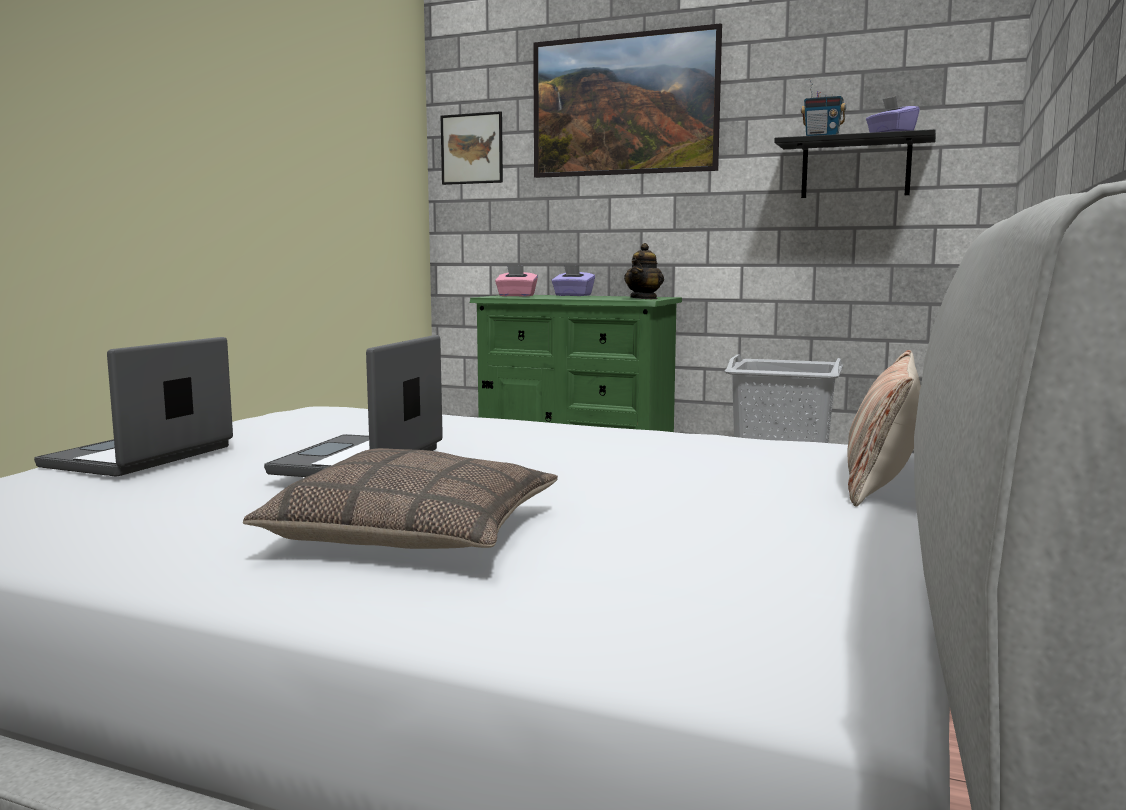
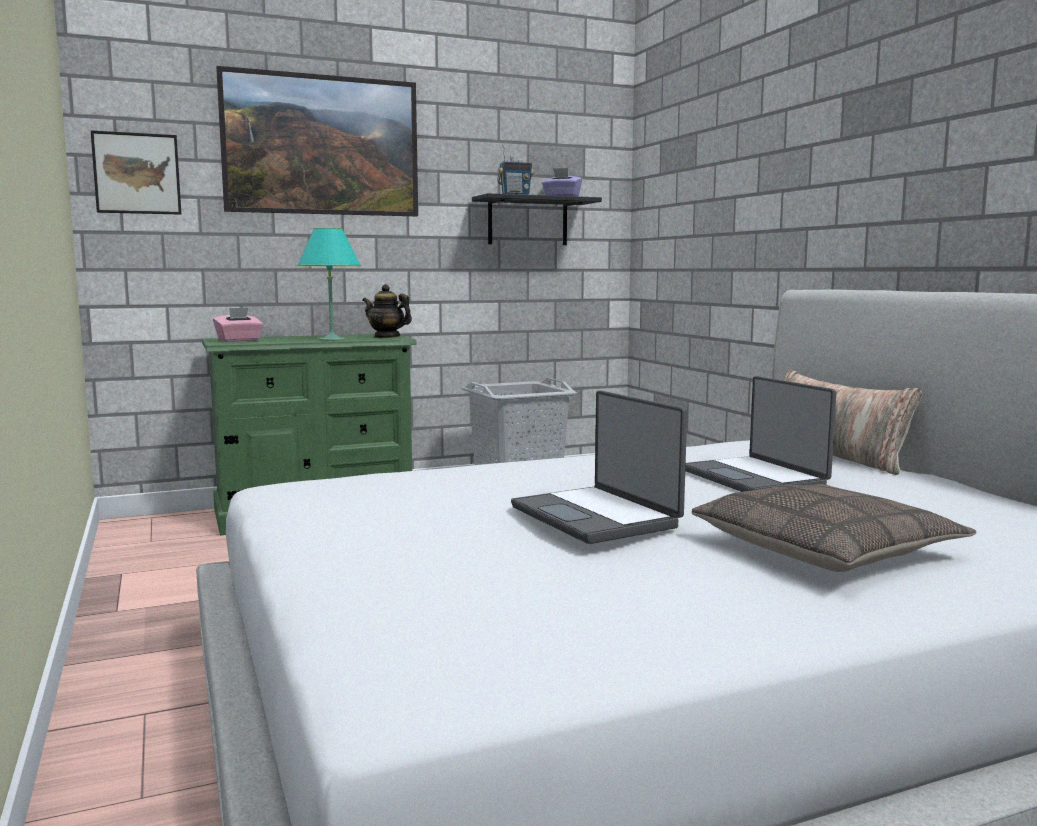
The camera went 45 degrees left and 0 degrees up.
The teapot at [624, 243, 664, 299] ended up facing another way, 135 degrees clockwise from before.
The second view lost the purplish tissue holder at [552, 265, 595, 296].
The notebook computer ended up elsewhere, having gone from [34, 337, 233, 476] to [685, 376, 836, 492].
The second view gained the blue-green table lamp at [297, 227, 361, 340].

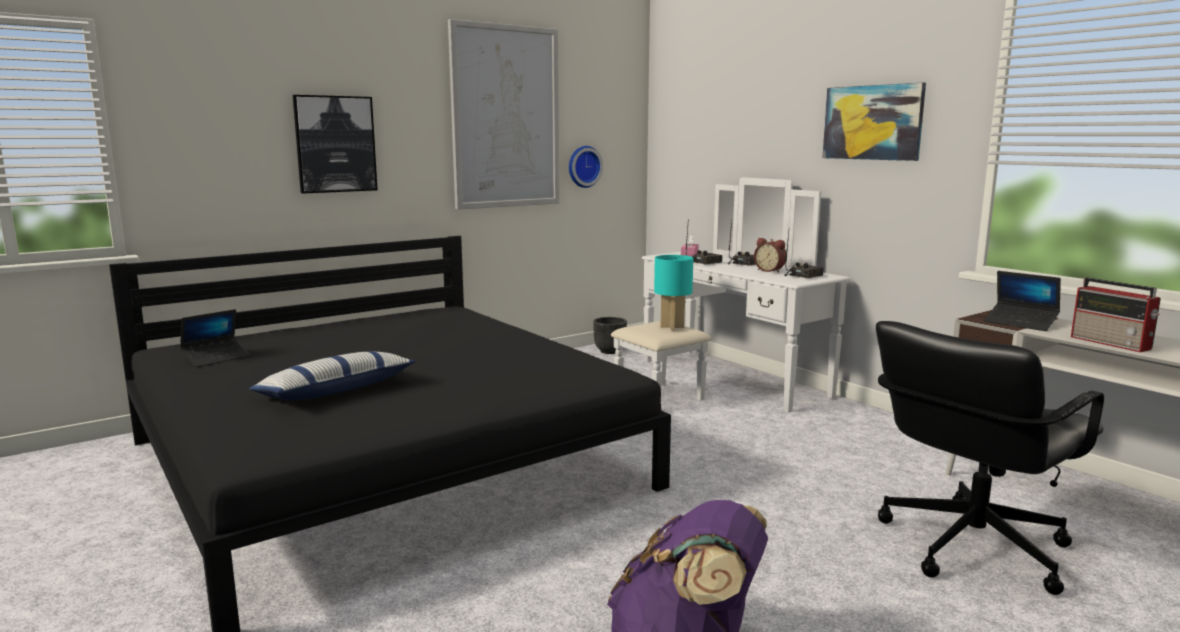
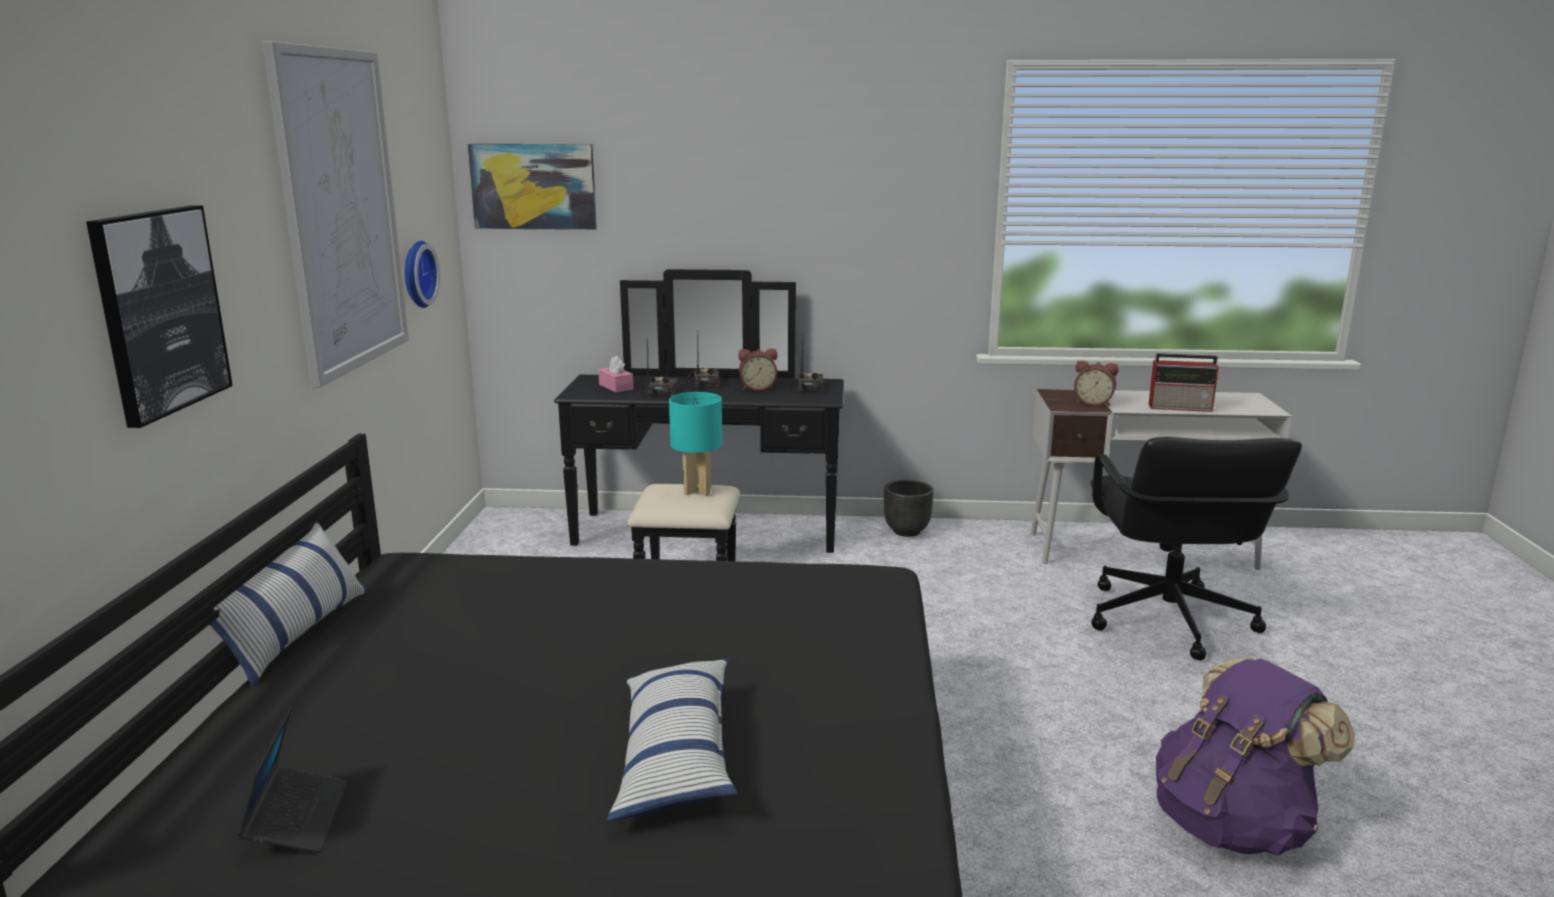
The camera went 50 degrees left and 5 degrees up.
The wall picture ended up elsewhere, having gone from [823, 82, 926, 161] to [468, 144, 597, 230].
What was the whitish chest of drawers at [611, 177, 850, 413] turned into the black chest of drawers at [554, 269, 844, 561].
Where the notebook computer stood at [984, 271, 1061, 331], the table clock came to stand at [1074, 361, 1118, 406].
The black flower pot ended up elsewhere, having gone from [593, 317, 627, 354] to [884, 480, 934, 537].
The second view gained the cushion at [209, 521, 368, 687].

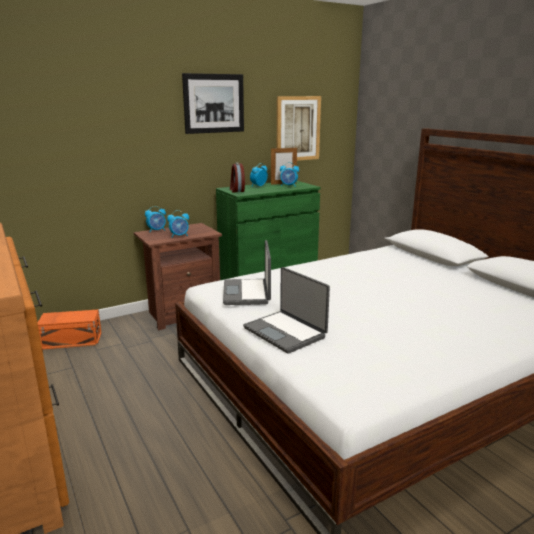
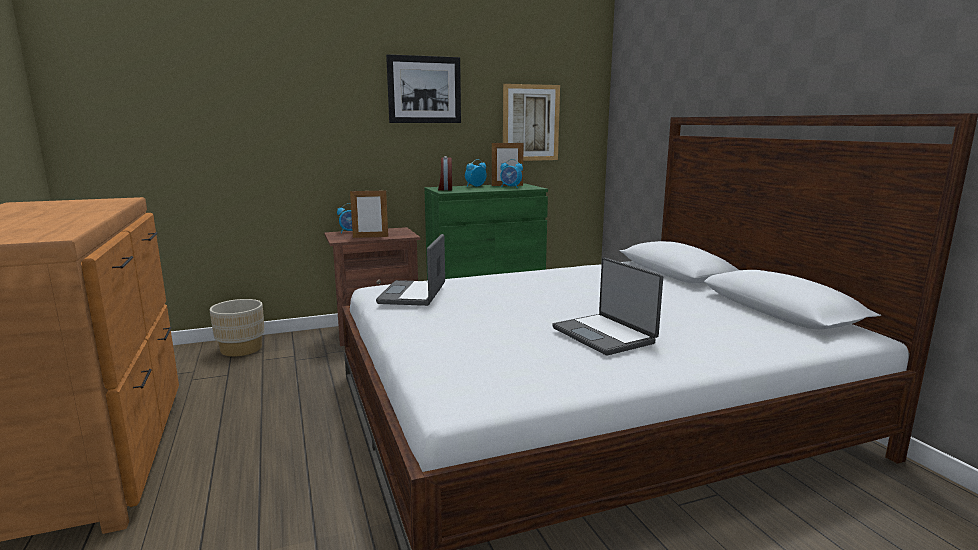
The camera went 10 degrees right and 5 degrees down.
Where the table clock stood at [167, 210, 189, 238], the picture frame came to stand at [350, 189, 388, 238].
The notebook computer ended up elsewhere, having gone from [243, 267, 330, 354] to [552, 258, 663, 355].
Where the orangey storage bin stood at [37, 309, 101, 349], the beige flower pot came to stand at [210, 299, 264, 357].

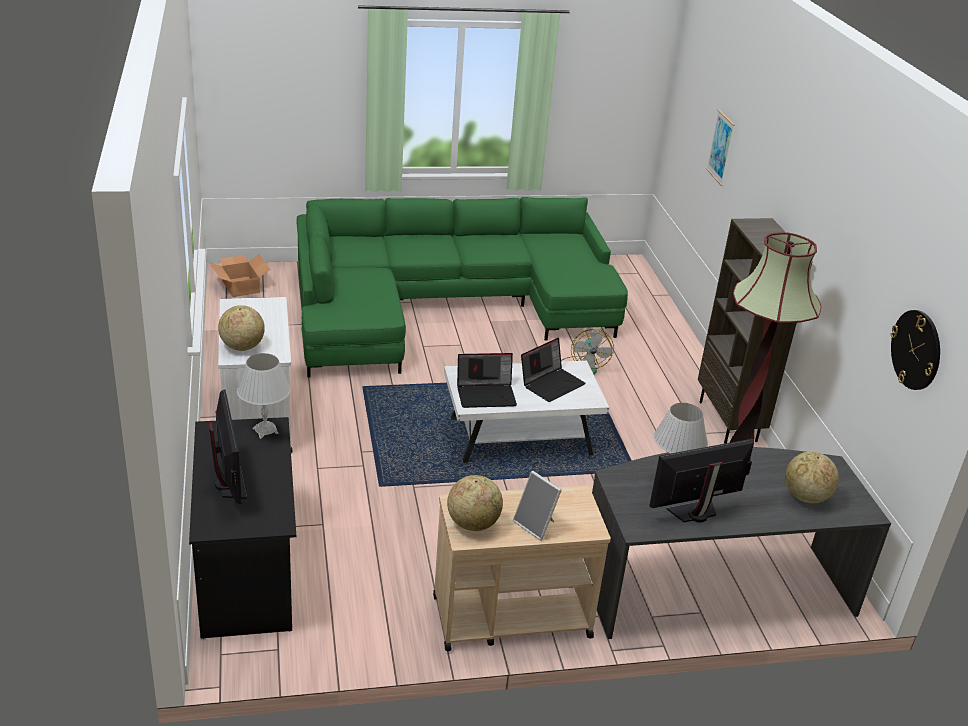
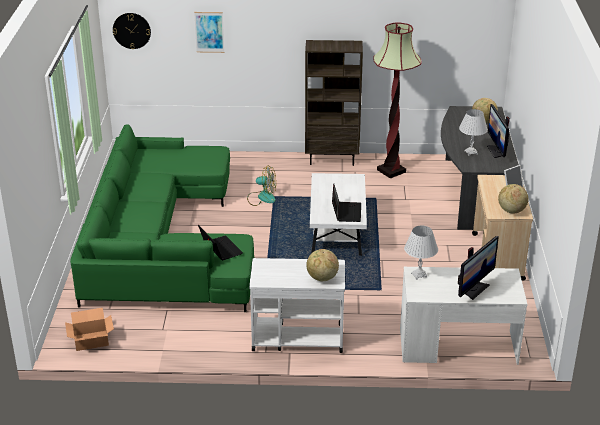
The camera went 75 degrees left and 0 degrees up.
The wall clock ended up elsewhere, having gone from [891, 310, 940, 390] to [113, 13, 151, 49].
The notebook computer ended up elsewhere, having gone from [521, 338, 586, 402] to [198, 225, 243, 261].
The computer screen at [208, 389, 247, 504] ended up facing another way, 135 degrees clockwise from before.
What was the black desk at [189, 417, 296, 639] turned into the whitish desk at [400, 267, 528, 365].

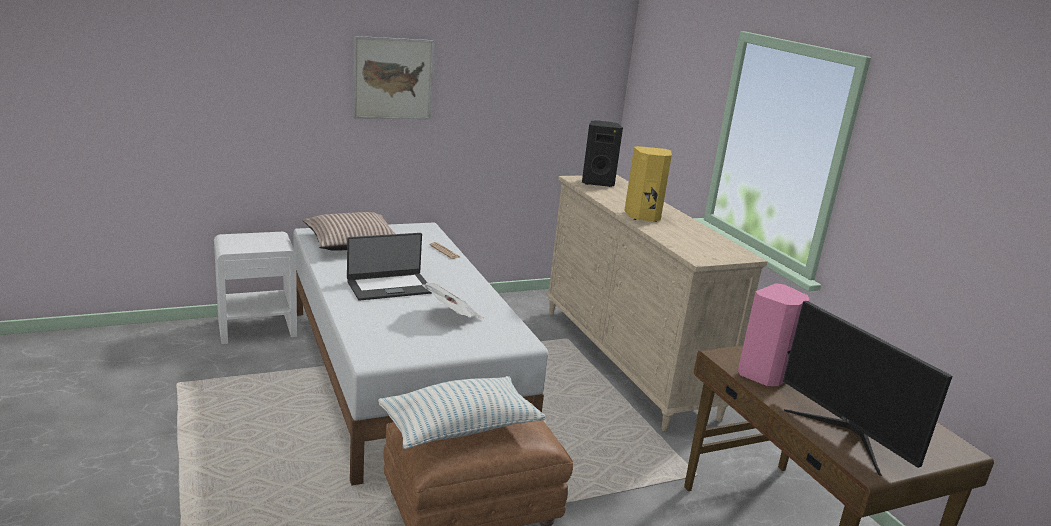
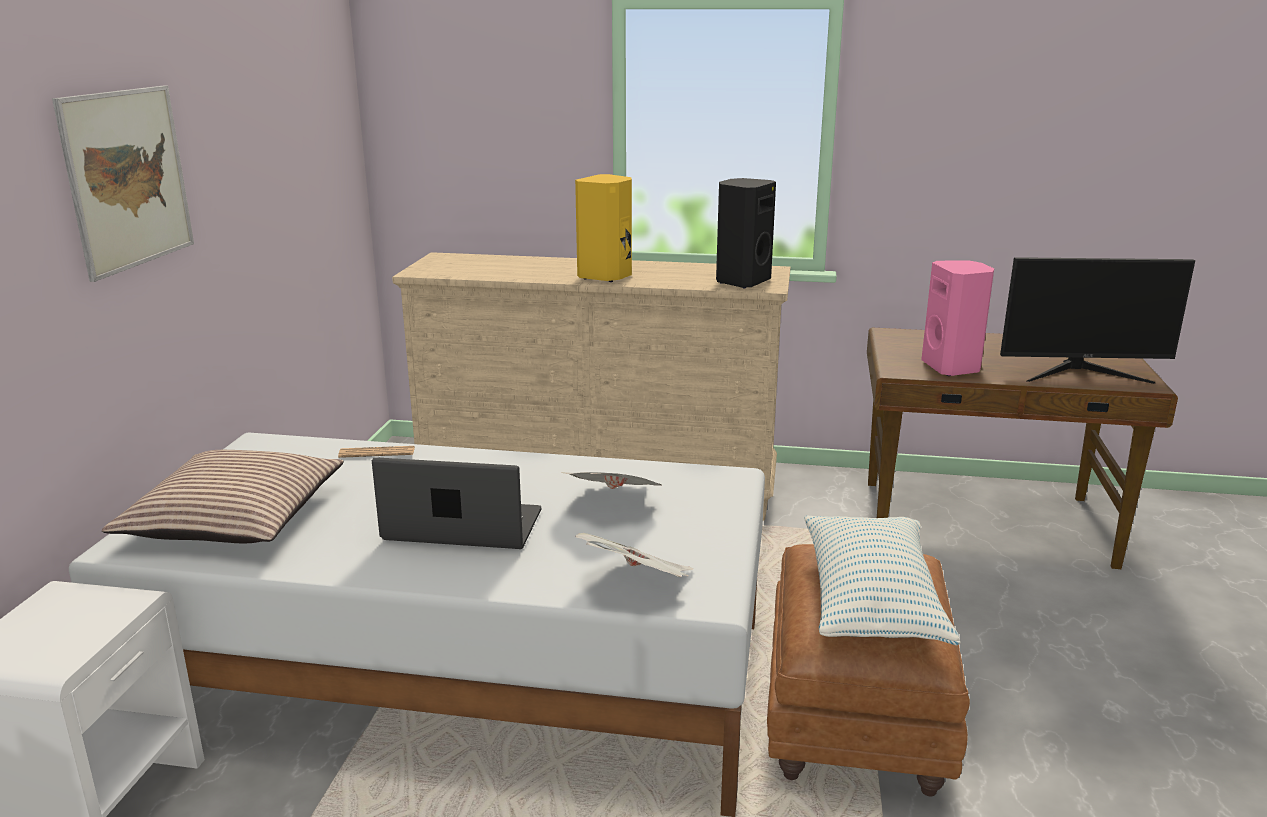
The camera went 55 degrees left and 0 degrees up.
The black speaker ended up elsewhere, having gone from [582, 120, 623, 187] to [716, 178, 776, 288].
The notebook computer at [347, 233, 432, 301] ended up facing another way, 90 degrees counterclockwise from before.
The second view gained the newspaper at [576, 533, 693, 578].

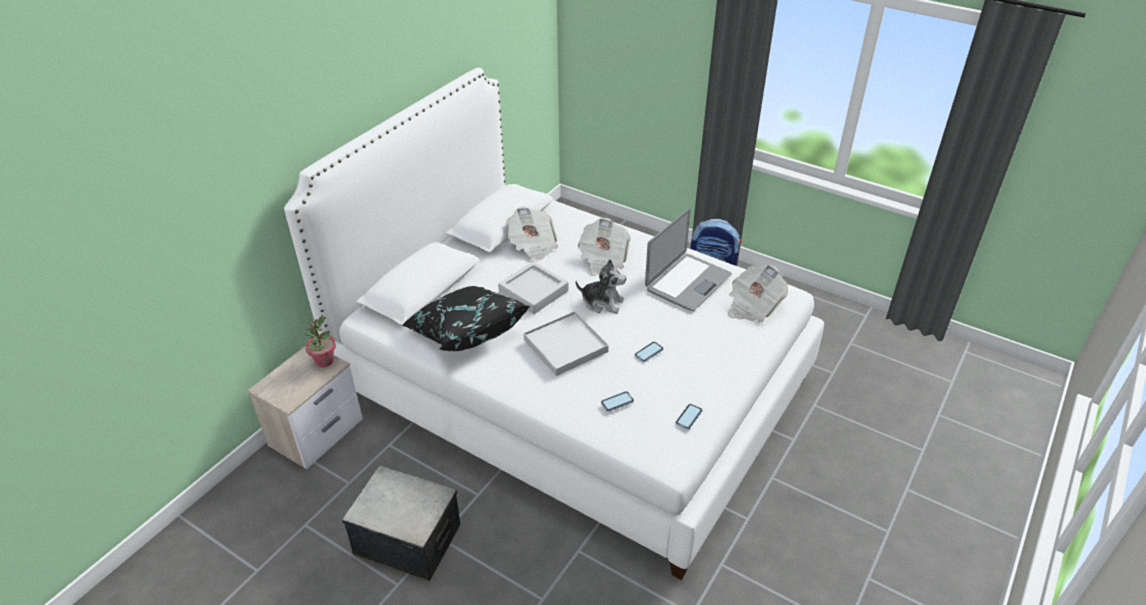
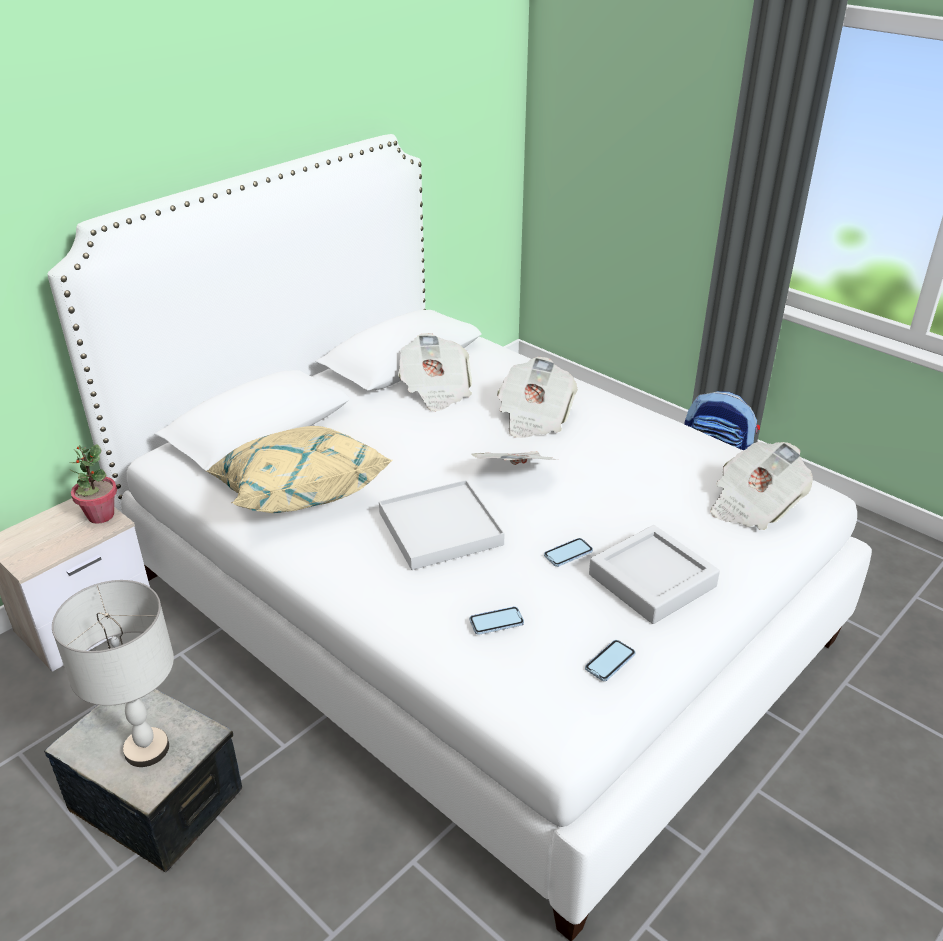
The camera went 10 degrees right and 5 degrees down.
The second view lost the notebook computer at [645, 209, 732, 311].
Where the cuddly toy stood at [576, 259, 626, 314], the newspaper came to stand at [471, 451, 557, 465].
The grey serving tray ended up elsewhere, having gone from [498, 261, 569, 314] to [589, 525, 720, 624].
What was the black cushion at [402, 286, 531, 351] turned into the beige cushion at [206, 426, 393, 513].
The second view gained the grey table lamp at [52, 580, 174, 767].

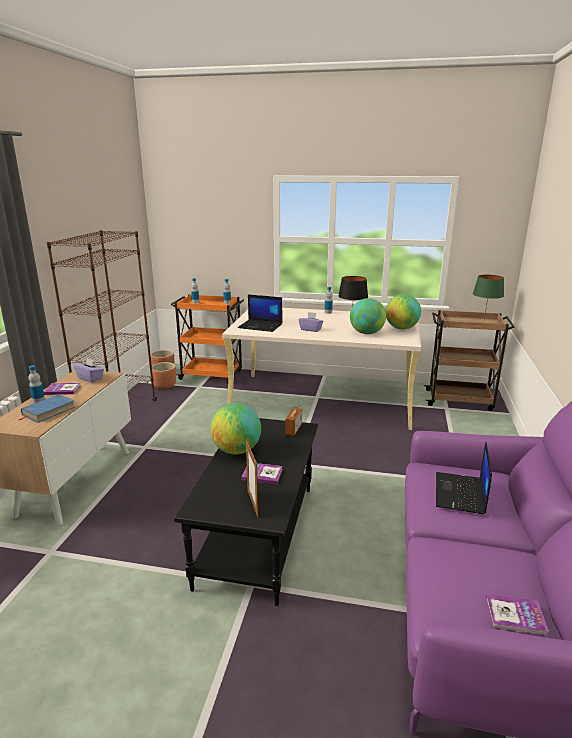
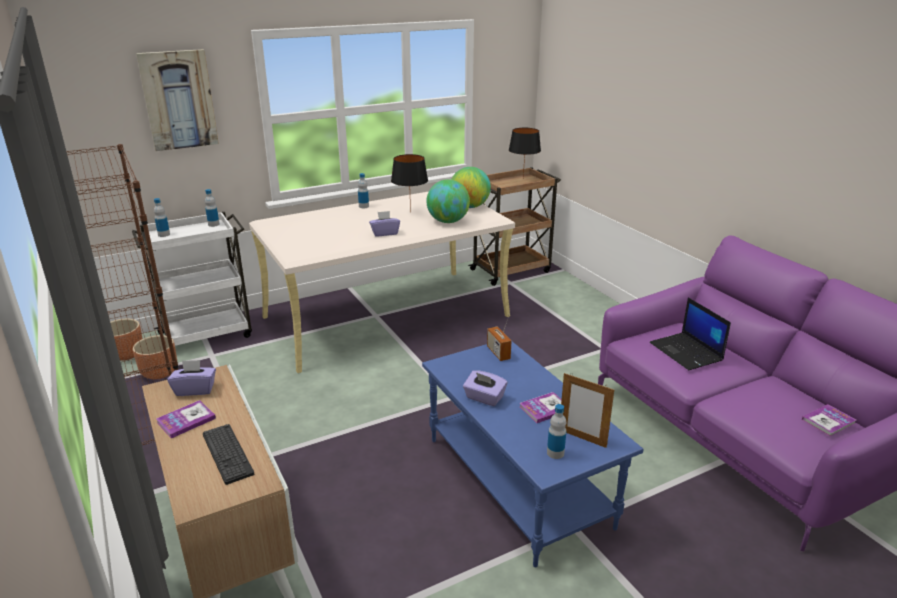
The camera went 40 degrees left and 5 degrees up.
What was the green table lamp at [473, 275, 504, 321] turned into the black table lamp at [509, 128, 541, 179].
What was the orangey trolley at [171, 294, 244, 383] turned into the whitish trolley at [132, 212, 252, 346].
The second view lost the notebook computer at [238, 294, 282, 332].
The beverage bottle ended up elsewhere, having gone from [29, 365, 45, 404] to [547, 404, 566, 459].
Where the blue-coloured bound book stood at [19, 394, 75, 423], the computer keyboard came to stand at [203, 424, 254, 485].
Where the desk globe stood at [210, 403, 261, 455], the purplish tissue holder came to stand at [463, 371, 507, 406].
What was the black lounge table at [174, 418, 318, 606] turned into the blue-coloured lounge table at [422, 341, 644, 567].
The second view gained the wall picture at [136, 49, 219, 151].

